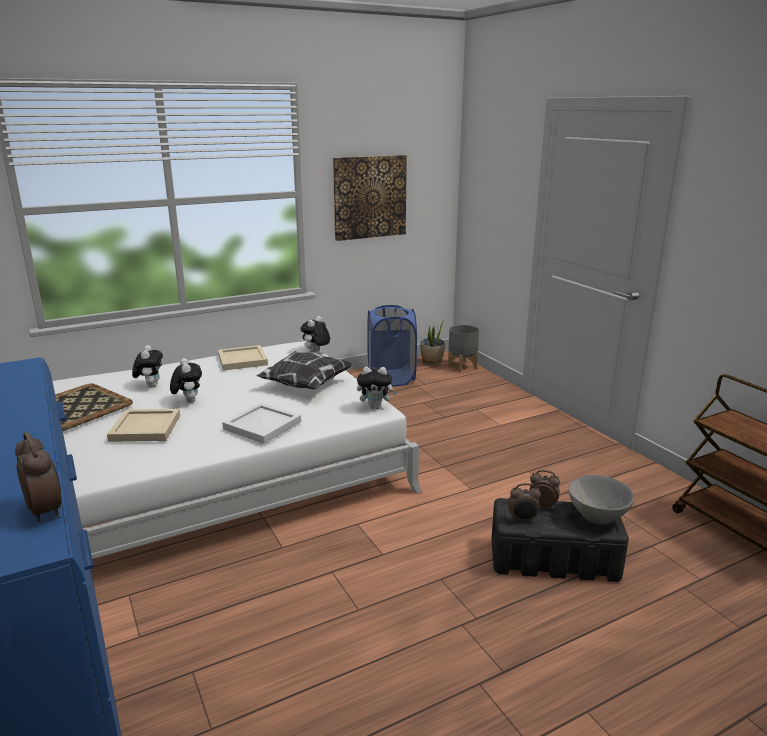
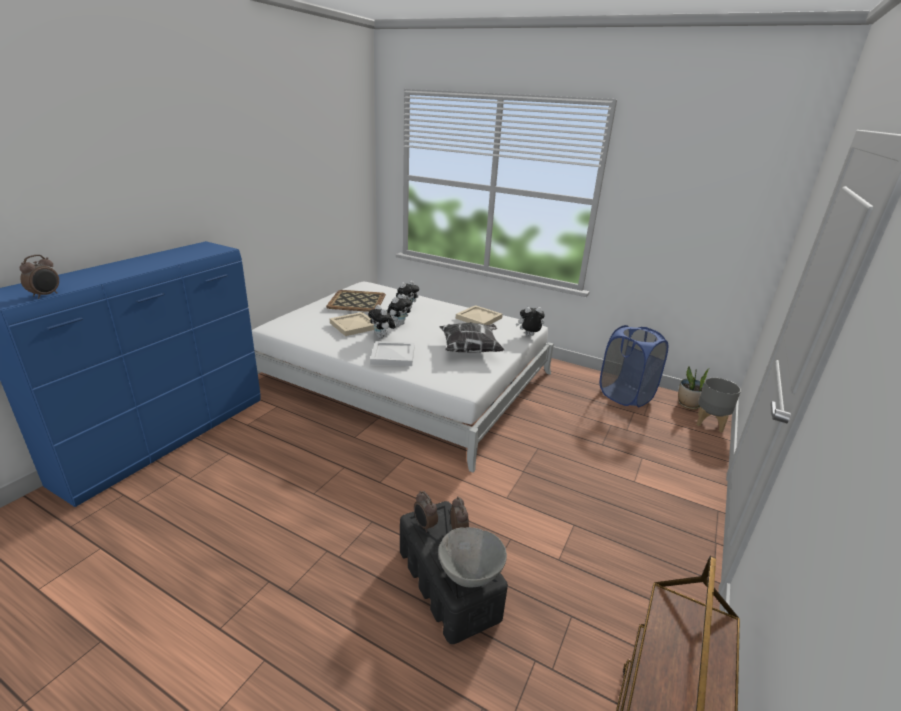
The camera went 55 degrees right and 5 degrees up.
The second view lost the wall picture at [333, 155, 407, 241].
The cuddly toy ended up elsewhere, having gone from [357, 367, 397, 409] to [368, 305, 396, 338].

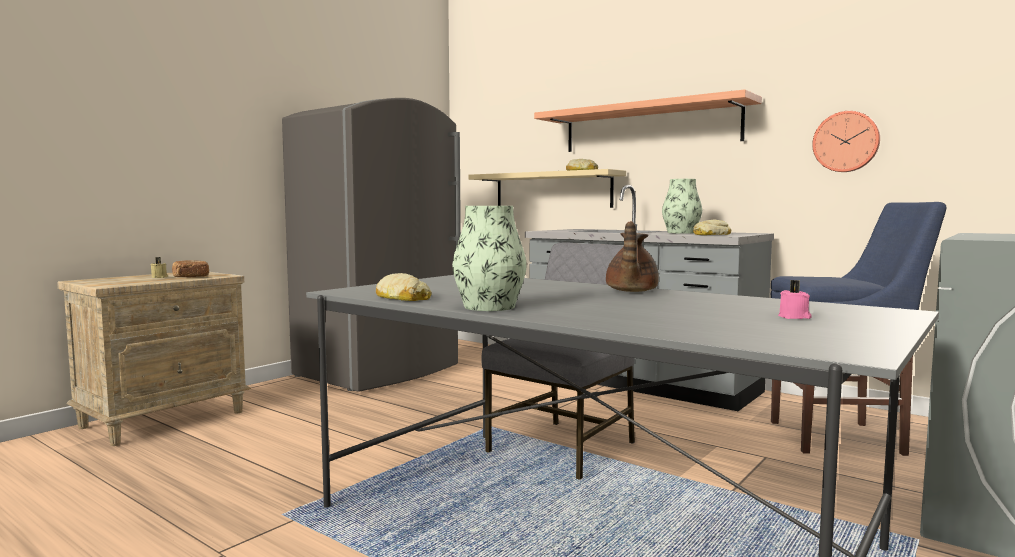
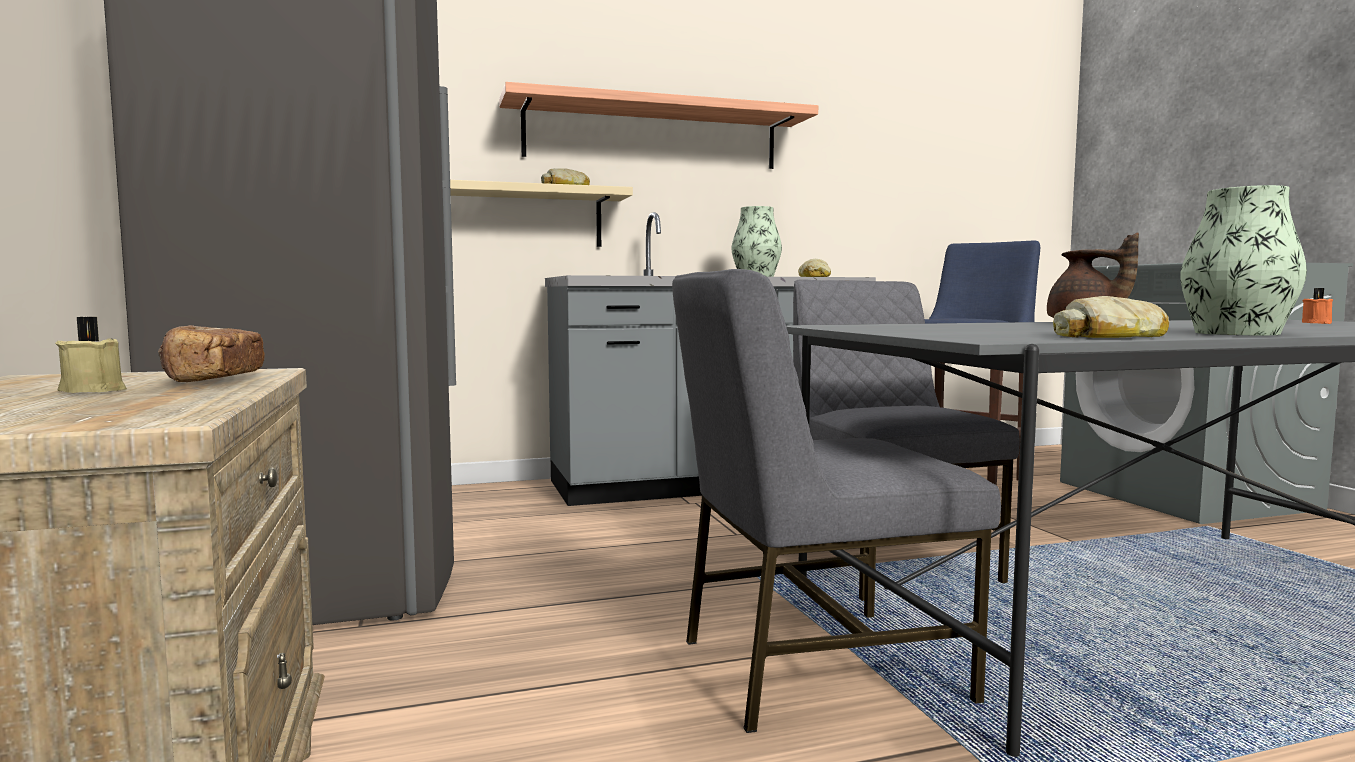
The camera went 55 degrees left and 0 degrees up.
The second view lost the wall clock at [812, 111, 880, 172].
What was the pink-coloured candle at [778, 280, 812, 319] turned into the orangey candle at [1302, 288, 1333, 324].
The second view gained the grey plain chair at [672, 269, 1001, 733].

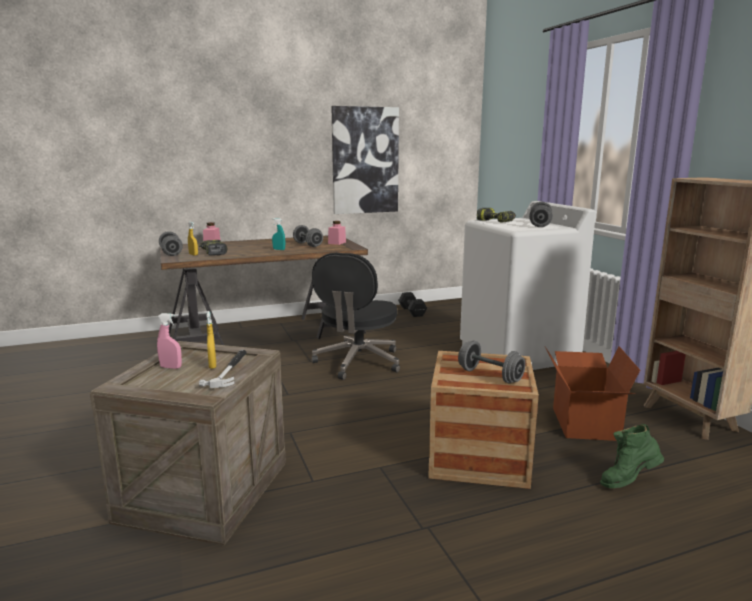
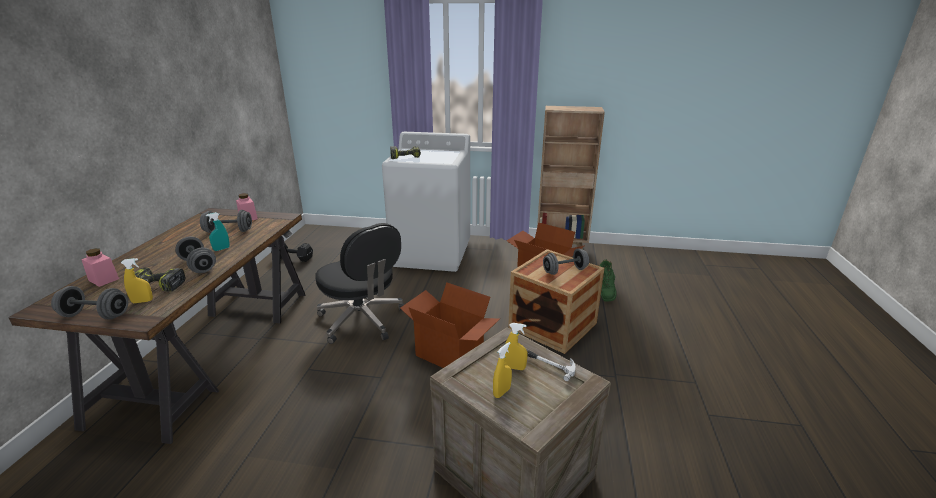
The camera went 60 degrees left and 10 degrees up.
The second view lost the wall picture at [331, 106, 399, 214].
The grey dumbbell ended up elsewhere, having gone from [529, 202, 553, 227] to [175, 236, 216, 273].
What was the pink-coloured hand sprayer at [157, 313, 182, 369] turned into the yellow hand sprayer at [493, 342, 512, 398].
The second view gained the packing box at [400, 282, 500, 368].

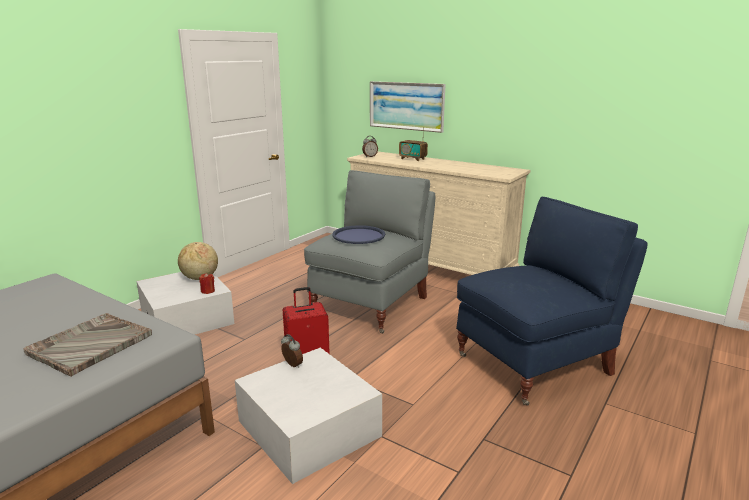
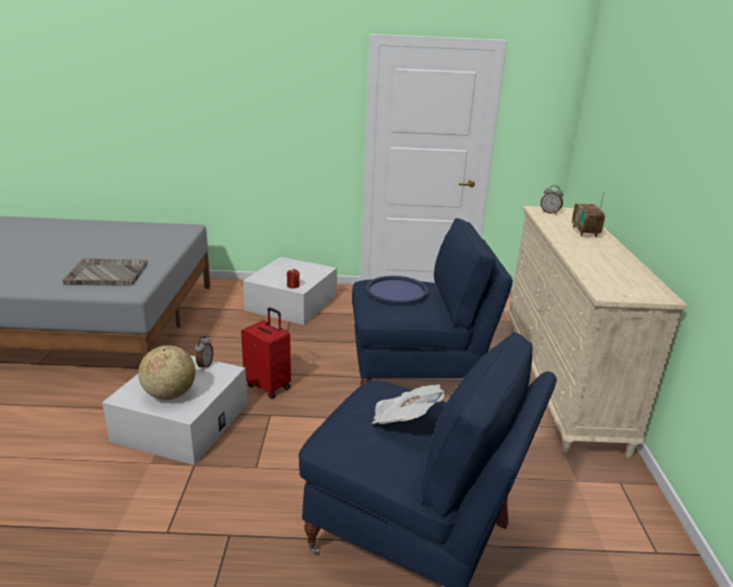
The camera went 55 degrees right and 5 degrees up.
The second view lost the wall picture at [370, 81, 445, 133].
What was the grey lounge chair at [304, 170, 435, 333] turned into the blue-coloured lounge chair at [352, 218, 513, 385].
The desk globe ended up elsewhere, having gone from [178, 242, 218, 280] to [138, 345, 196, 400].
The second view gained the newspaper at [372, 384, 445, 424].

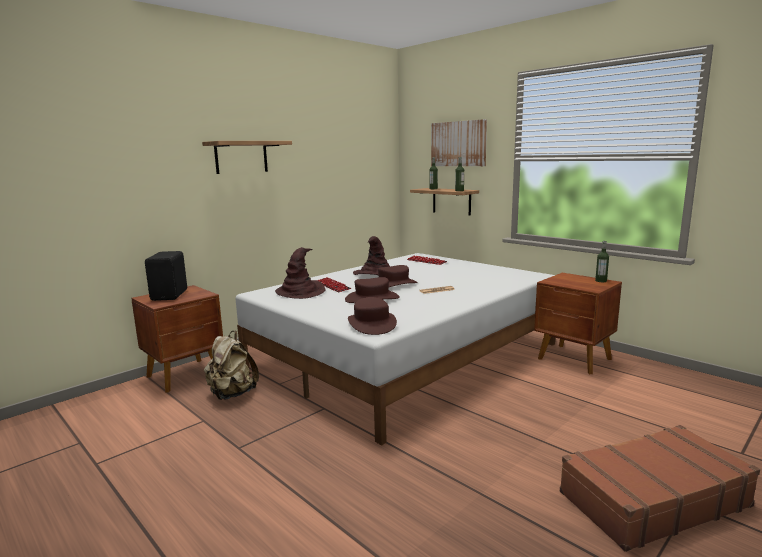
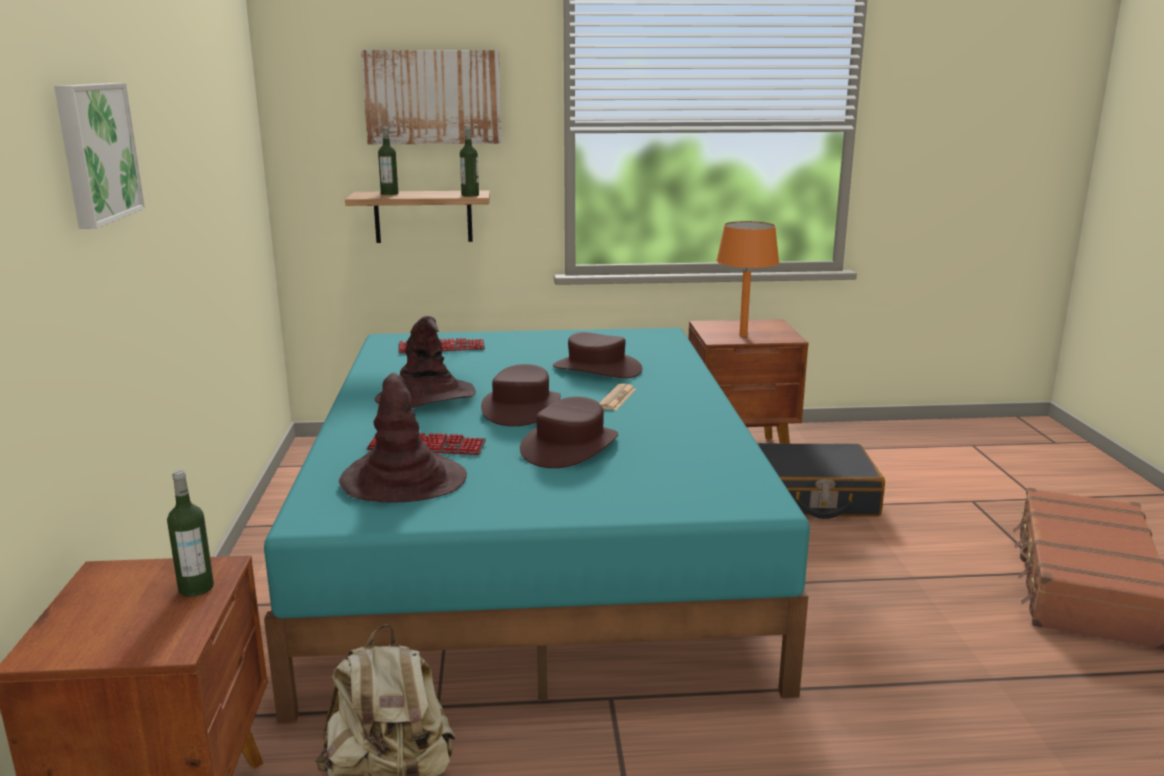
The camera went 50 degrees left and 5 degrees up.
Where the wall shelf hung at [202, 141, 292, 174], the wall picture came to hang at [54, 83, 145, 229].
The beverage bottle ended up elsewhere, having gone from [595, 241, 609, 282] to [167, 470, 214, 597].
The second view lost the black speaker at [145, 251, 187, 301].
What was the whitish sleeping bed at [235, 253, 555, 445] turned into the blue-green sleeping bed at [264, 328, 810, 724].
The brown-coloured clothing hat ended up elsewhere, having gone from [348, 297, 397, 335] to [553, 332, 642, 378].
The second view gained the orangey table lamp at [716, 221, 779, 336].
The second view gained the black travel case at [757, 443, 885, 519].

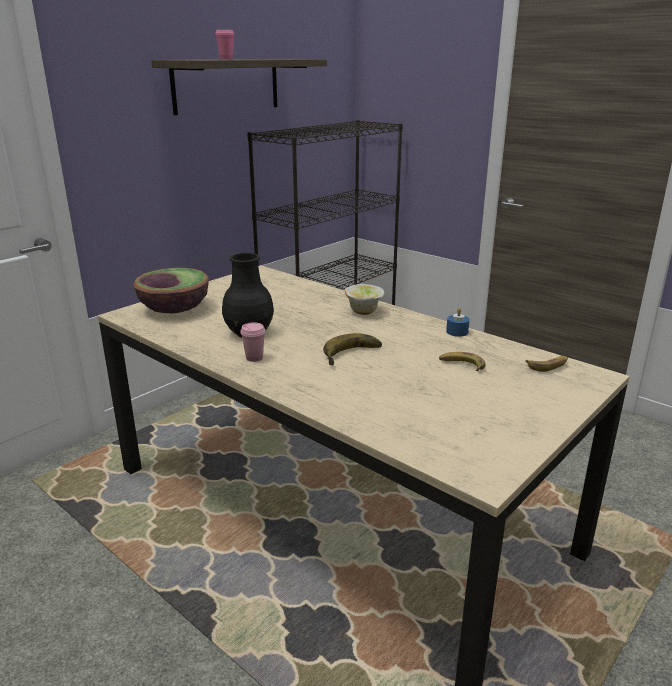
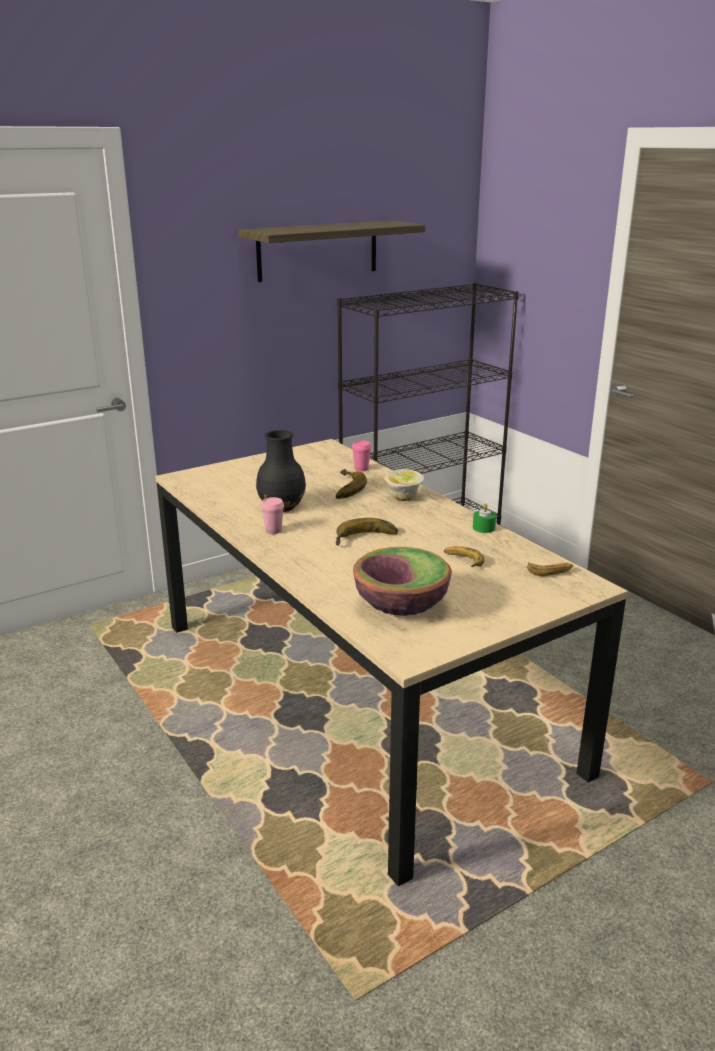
The camera went 15 degrees right and 0 degrees up.
The pink-coloured small cup ended up elsewhere, having gone from [215, 30, 234, 59] to [352, 440, 372, 471].
The serving bowl ended up elsewhere, having gone from [133, 268, 209, 313] to [353, 547, 452, 616].
What was the blue-coloured candle at [446, 308, 470, 337] turned into the green candle at [473, 503, 496, 533].
The second view gained the banana at [336, 469, 367, 499].

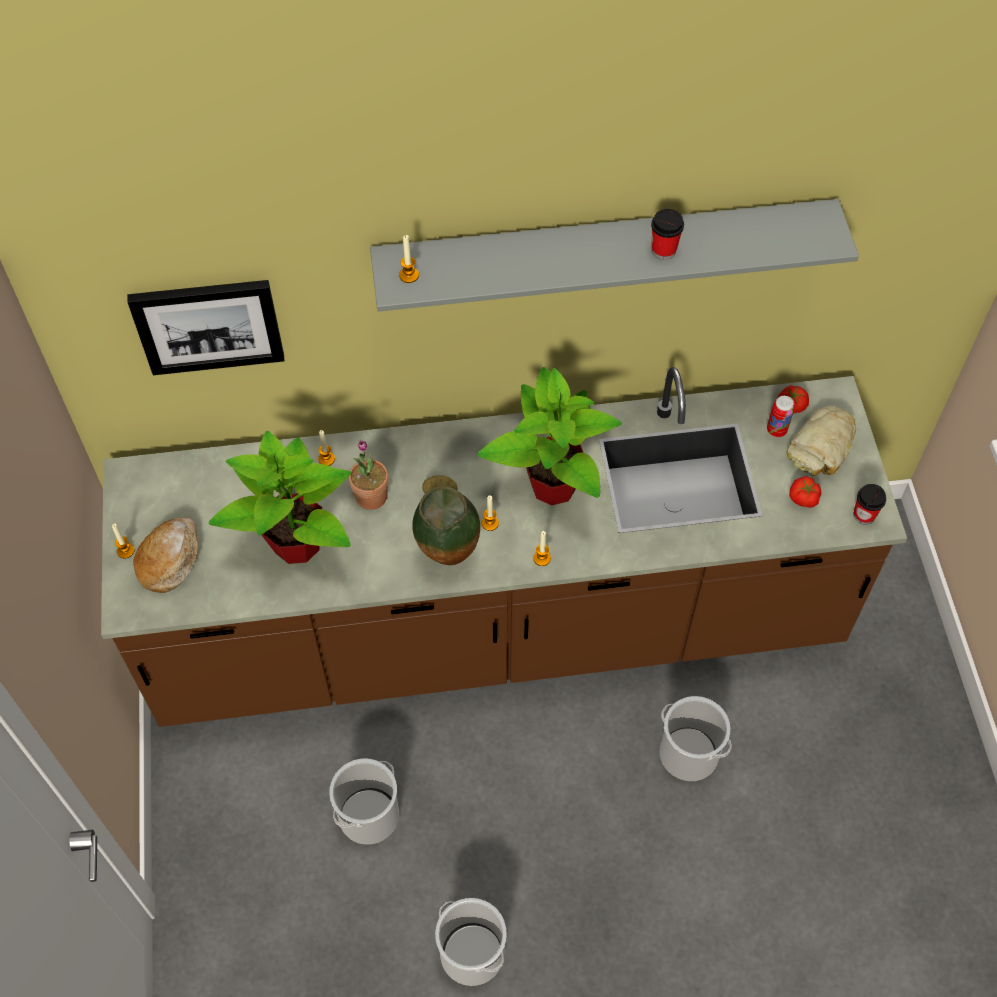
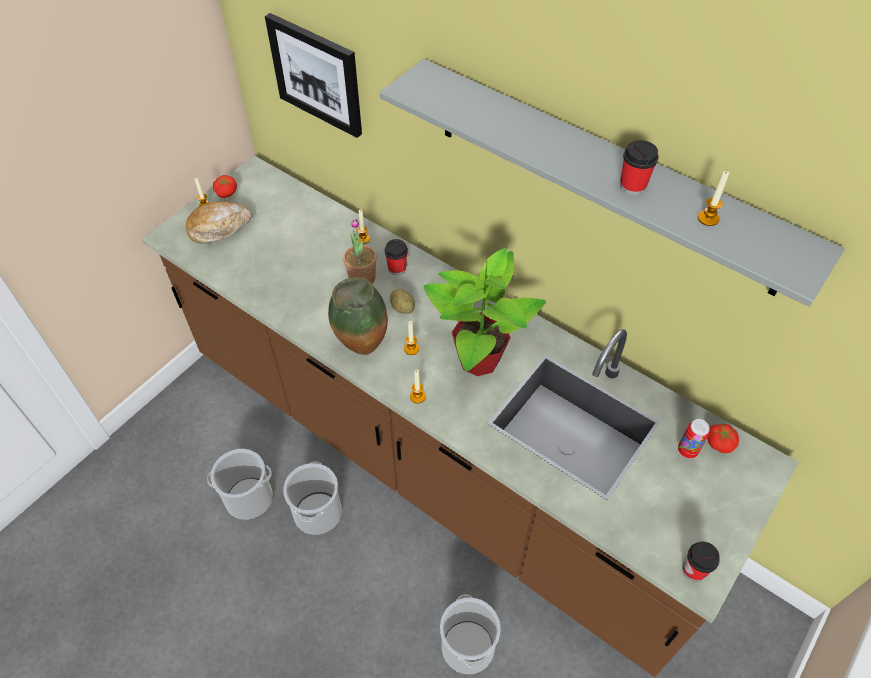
The camera went 45 degrees right and 5 degrees down.
The candle ended up elsewhere, having gone from [399, 235, 419, 283] to [698, 171, 729, 226].
The second view lost the baked bread at [786, 405, 856, 476].
The second view lost the houseplant at [208, 431, 351, 564].
The tomato ended up elsewhere, having gone from [790, 476, 821, 508] to [213, 175, 237, 198].
The bucket ended up elsewhere, having gone from [435, 898, 507, 986] to [283, 462, 342, 535].
The second view gained the small cup at [385, 239, 408, 275].

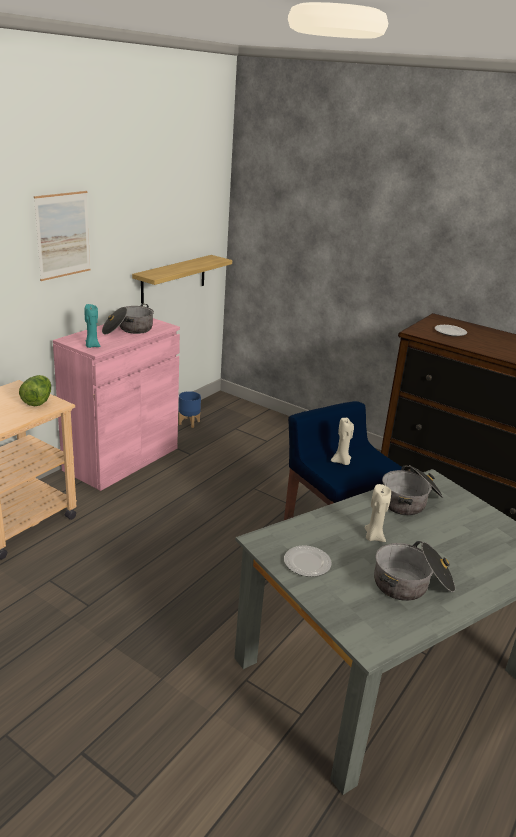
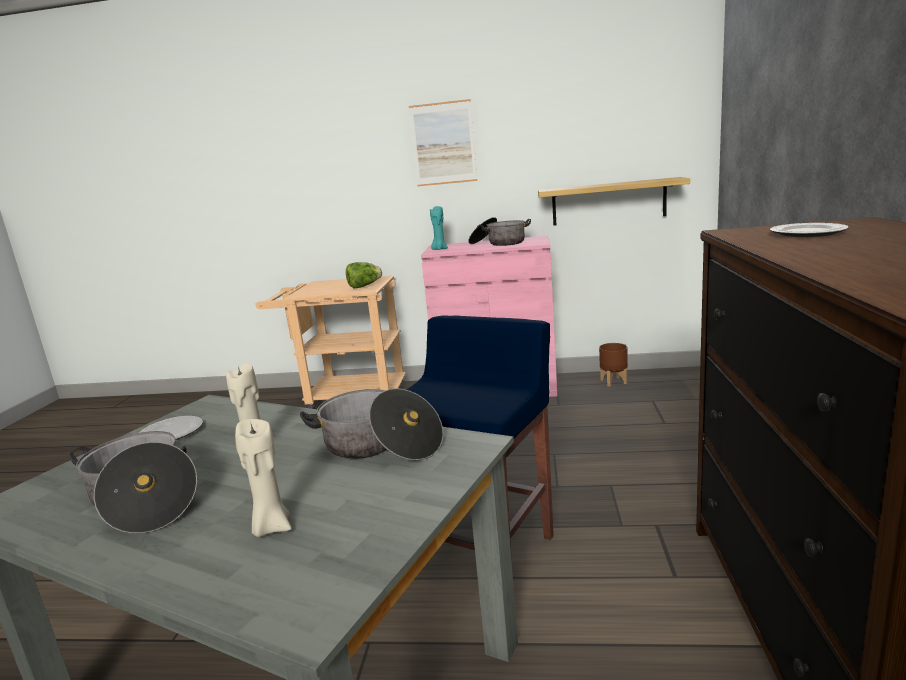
The camera went 65 degrees right and 10 degrees down.
What was the blue-coloured flower pot at [179, 391, 201, 428] turned into the brown-coloured flower pot at [599, 343, 628, 387].
The beige candle ended up elsewhere, having gone from [331, 418, 354, 465] to [235, 419, 291, 537].

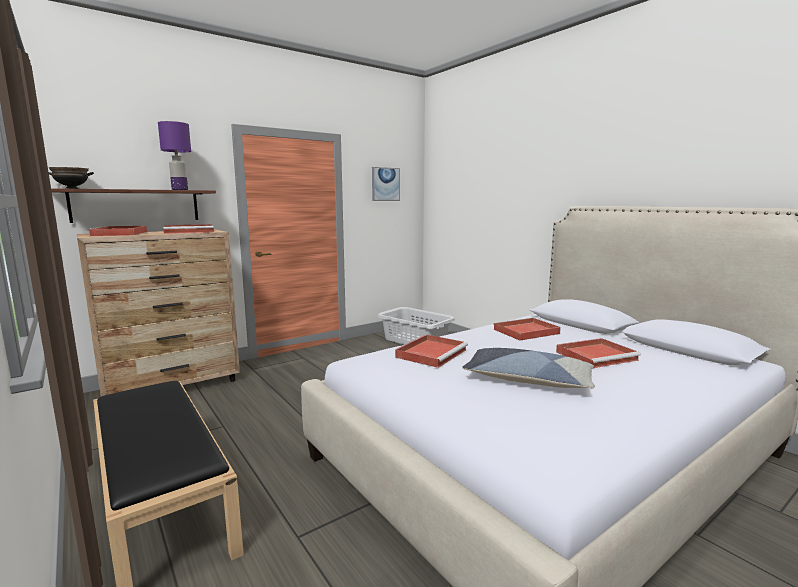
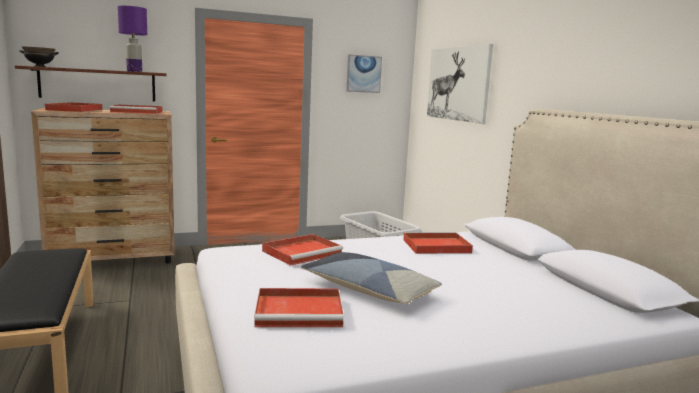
The camera went 15 degrees right and 0 degrees up.
The red-coloured serving tray ended up elsewhere, having gone from [556, 338, 641, 368] to [254, 288, 344, 327].
The second view gained the wall picture at [427, 44, 493, 124].

